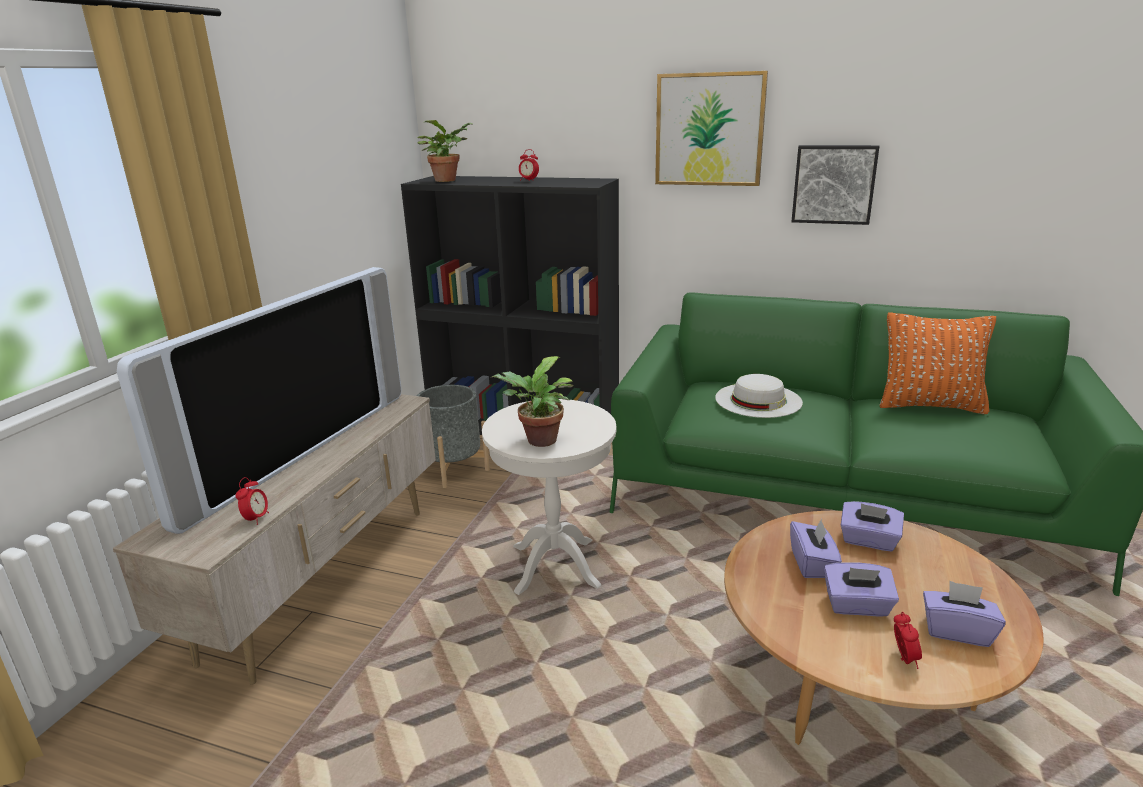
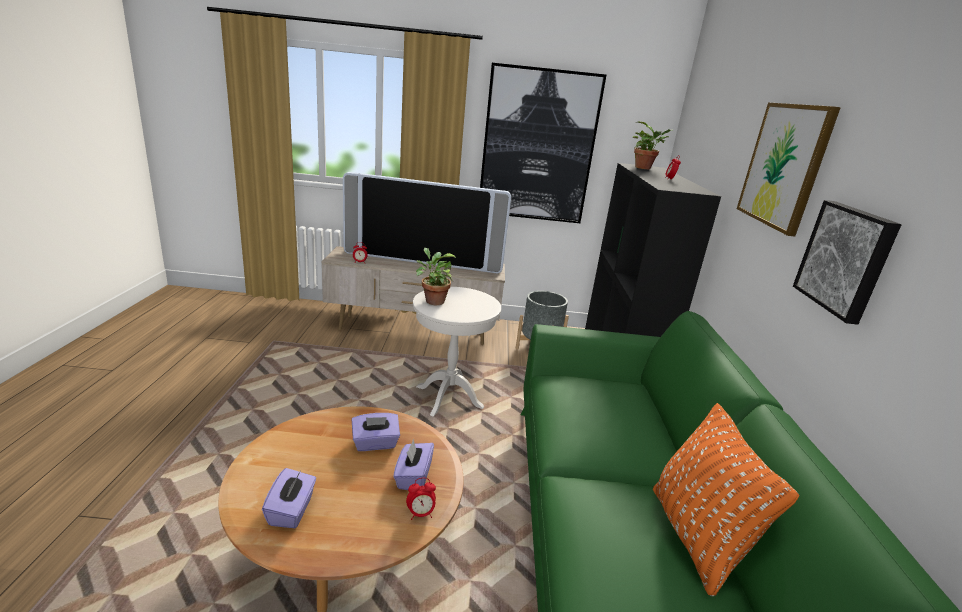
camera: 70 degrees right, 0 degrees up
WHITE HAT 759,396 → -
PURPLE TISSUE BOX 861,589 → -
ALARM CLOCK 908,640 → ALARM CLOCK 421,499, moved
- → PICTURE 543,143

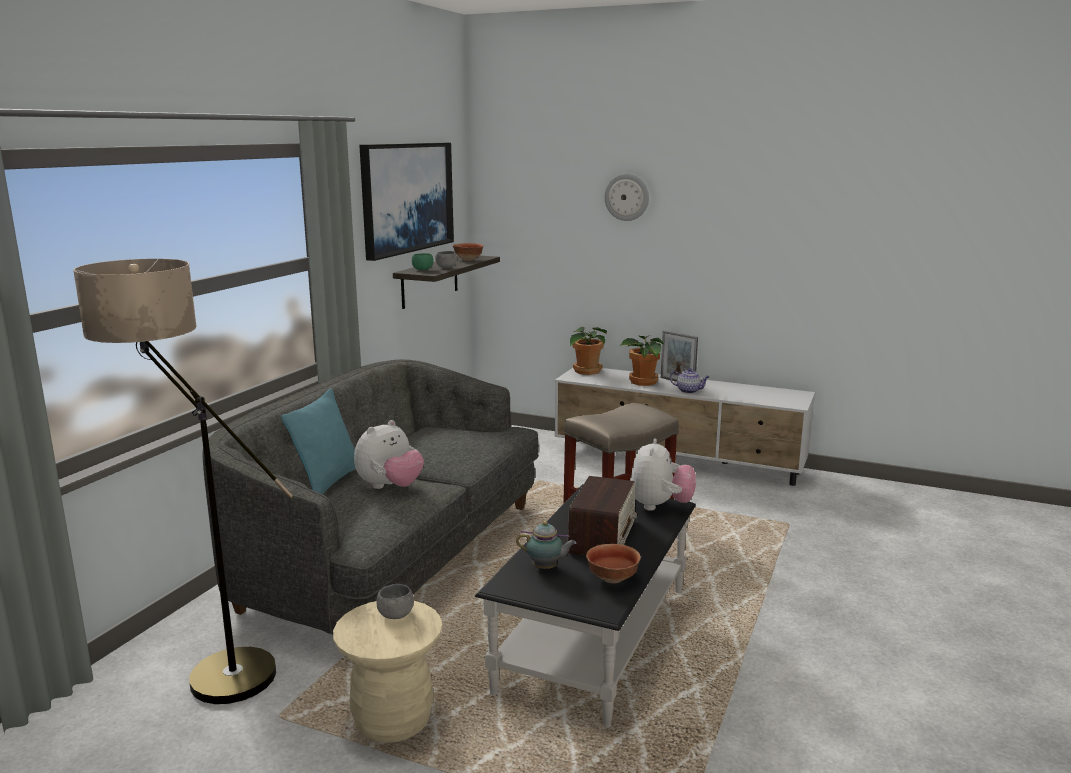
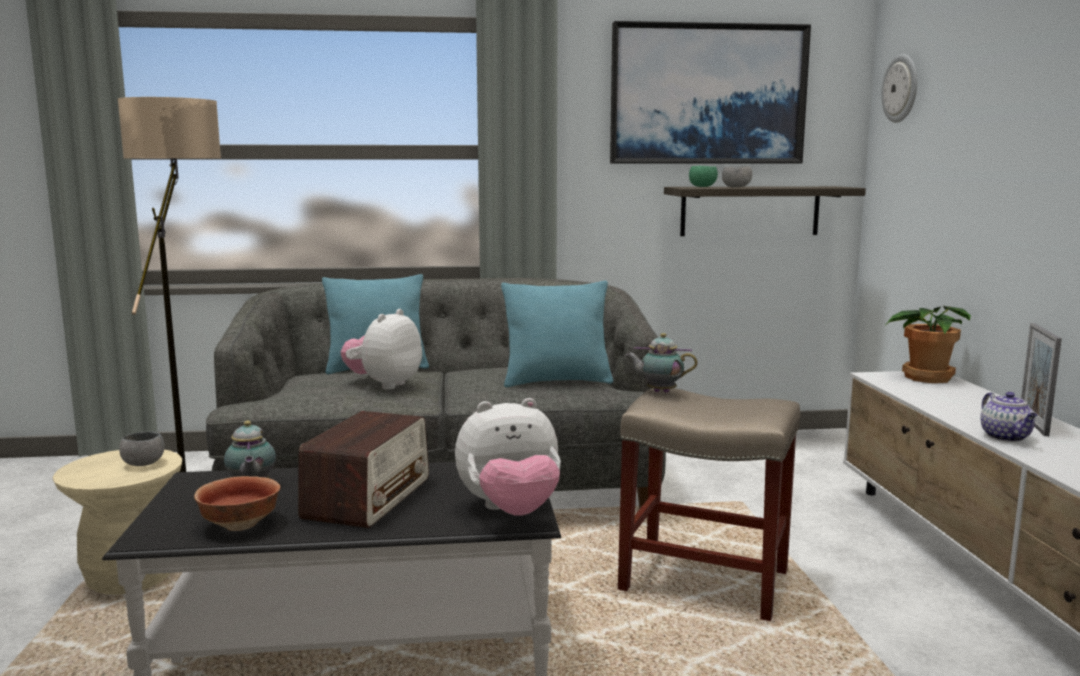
camera: 60 degrees right, 5 degrees down
WALL CLOCK 627,197 → WALL CLOCK 899,88, moved
BOWL 468,252 → -
POTTED PLANT 642,360 → -
PLUSH TOY 389,454 → PLUSH TOY 381,349, 105 degrees clockwise
RADIO 602,516 → RADIO 363,469, 60 degrees counterclockwise
- → TURQUOISE PILLOW 557,334
- → TEAPOT 661,363

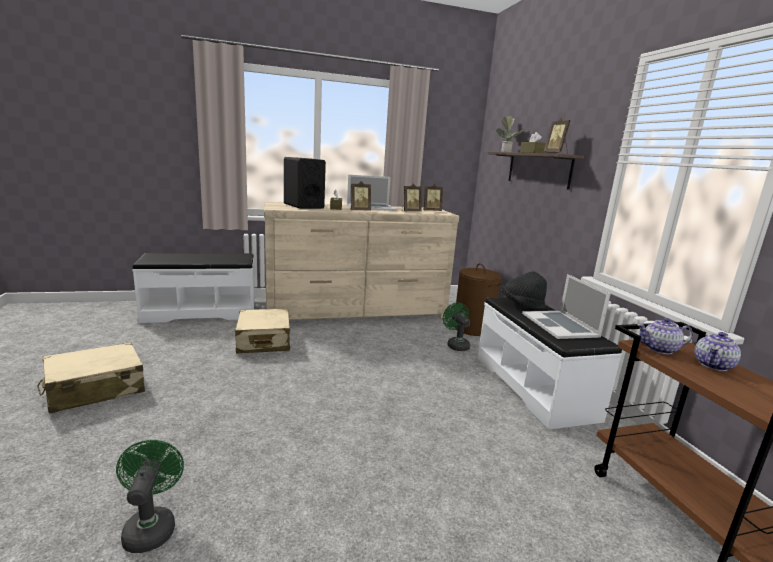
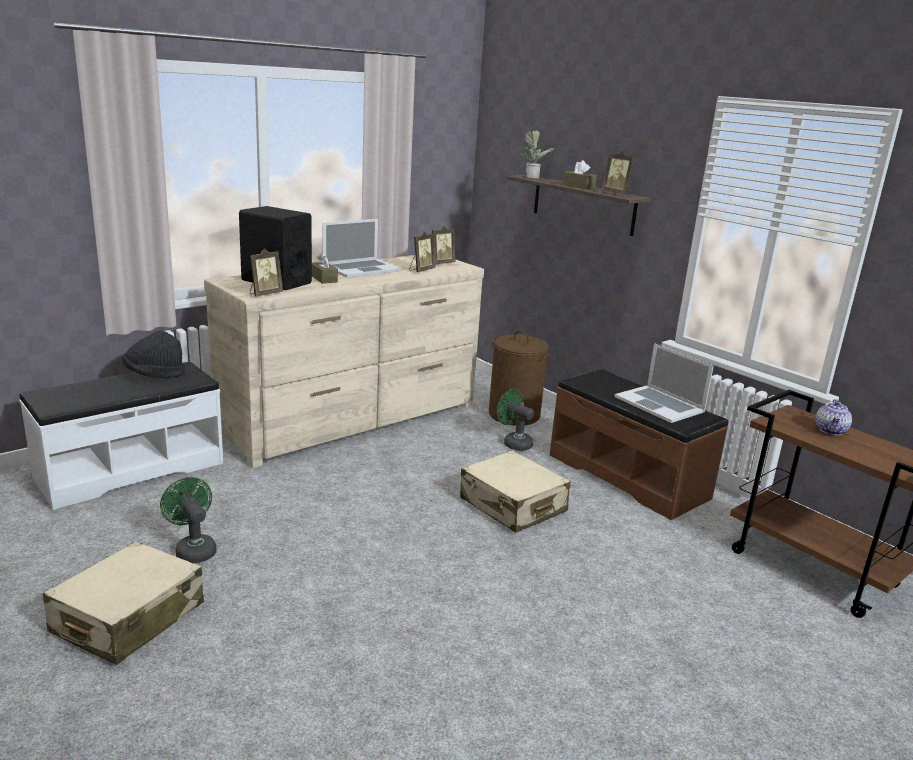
camera: 25 degrees left, 5 degrees up
PICTURE FRAME 361,195 → PICTURE FRAME 266,272, moved
BLACK HAT 524,290 → BLACK HAT 153,354, moved
WHITE BENCH 549,363 → BROWN BENCH 638,444
BEIGE SUITCASE 262,330 → BEIGE SUITCASE 515,492, moved
TEAPOT 665,336 → -
GREEN FAN 150,496 → GREEN FAN 188,520, moved

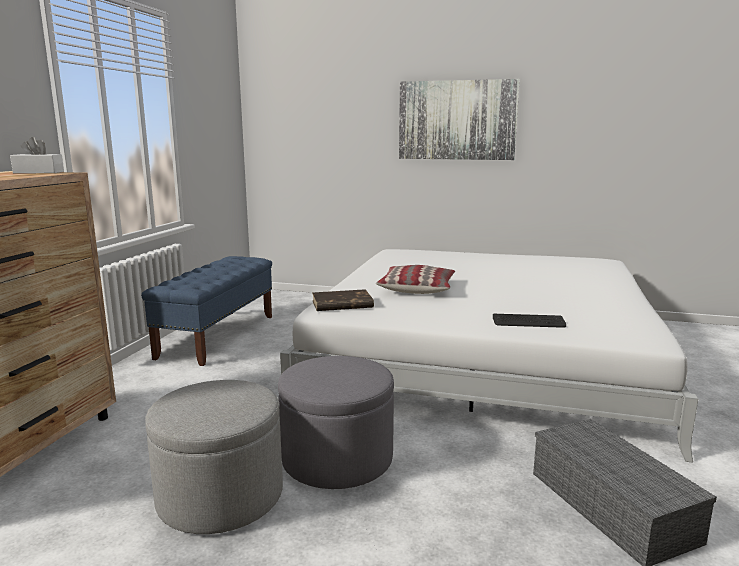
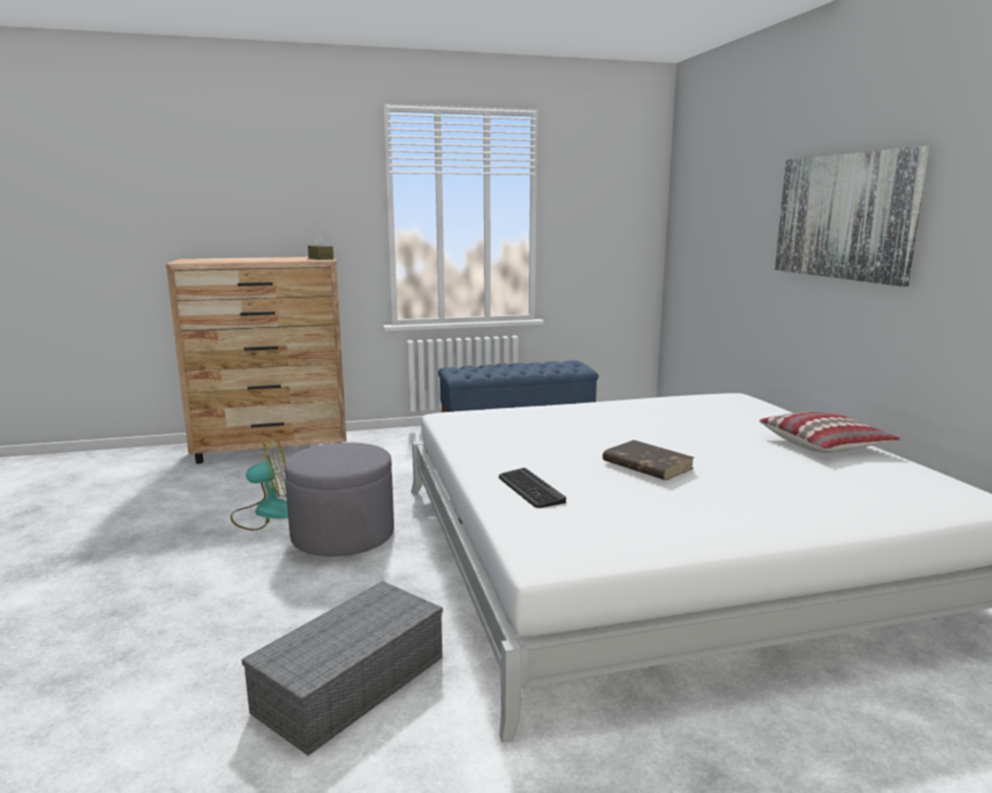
camera: 60 degrees right, 0 degrees up
WHITE TISSUE BOX 37,155 → BROWN TISSUE BOX 321,247
PILLOW 415,279 → PILLOW 829,432, moved
BROWN BOOK 343,300 → BROWN BOOK 649,460, moved
GREY OTTOMAN 214,457 → FAN 259,483

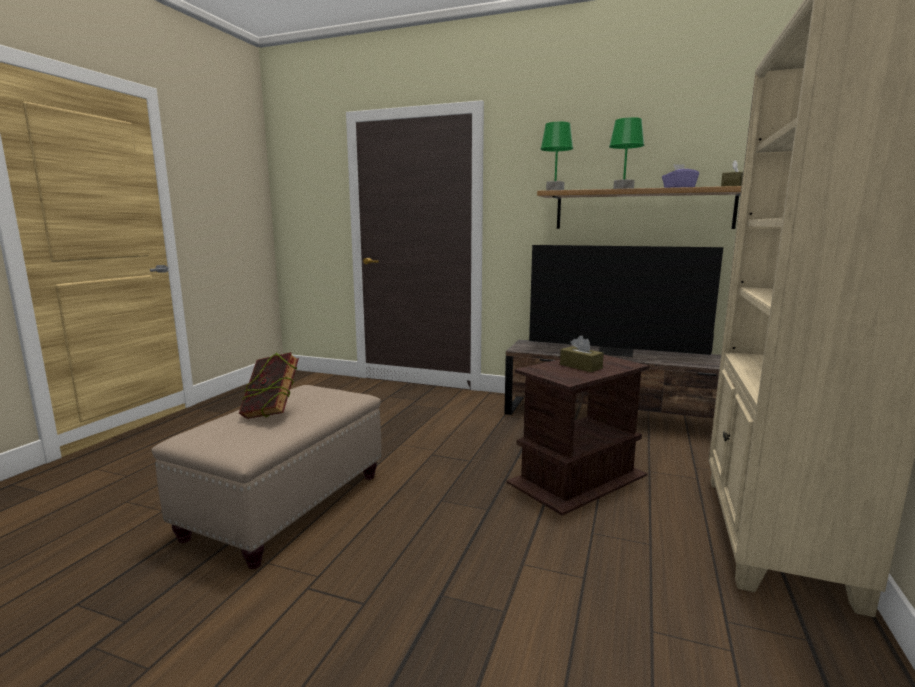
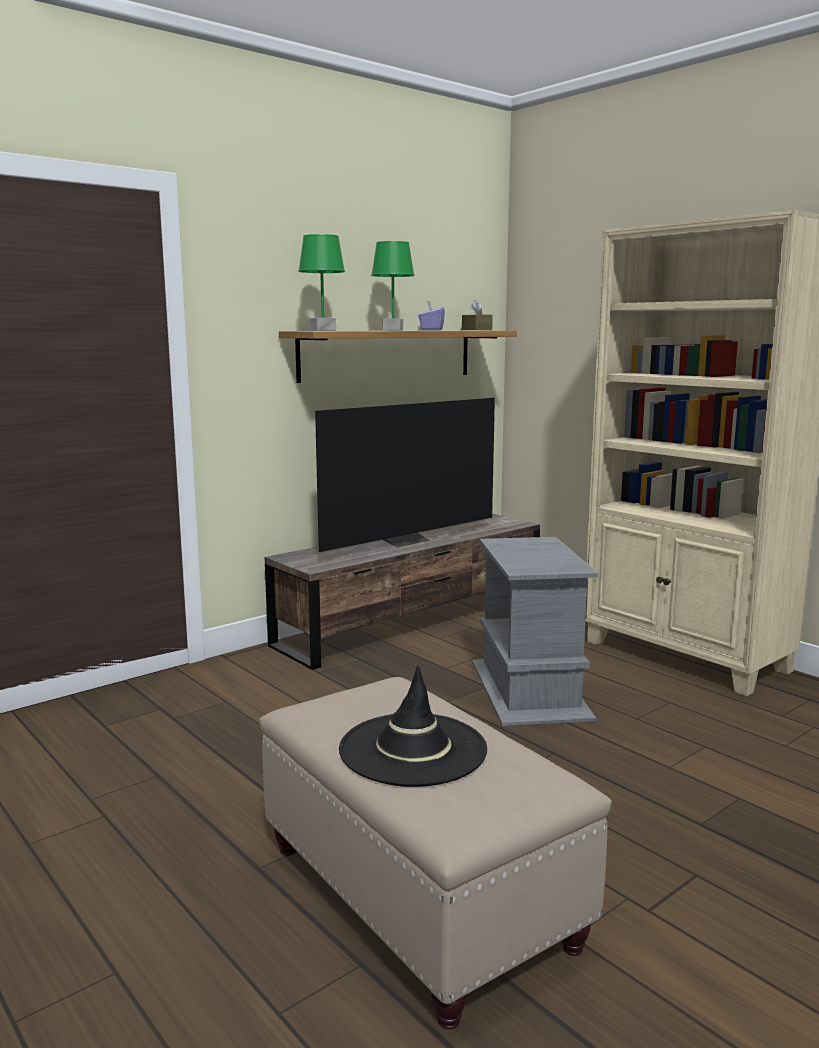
camera: 60 degrees left, 0 degrees up
BROWN TISSUE BOX 582,353 → -
BOOK 269,385 → BLACK HAT 413,726
BROWN SIDE TABLE 577,435 → GREY SIDE TABLE 535,631

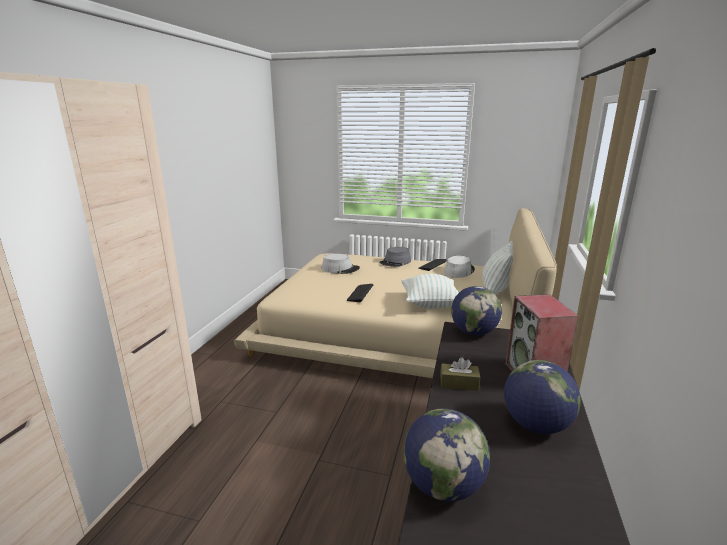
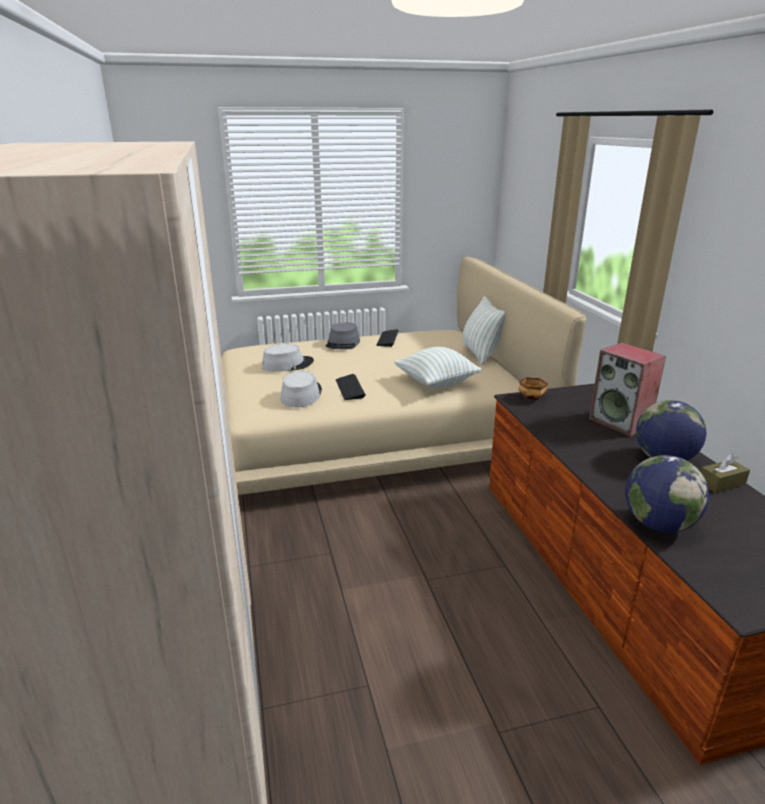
camera: 30 degrees left, 5 degrees up
GREY HAT 459,267 → GREY HAT 301,389, moved
GLOBE 476,311 → BOWL 533,388
BROWN TISSUE BOX 460,374 → BROWN TISSUE BOX 725,473, moved

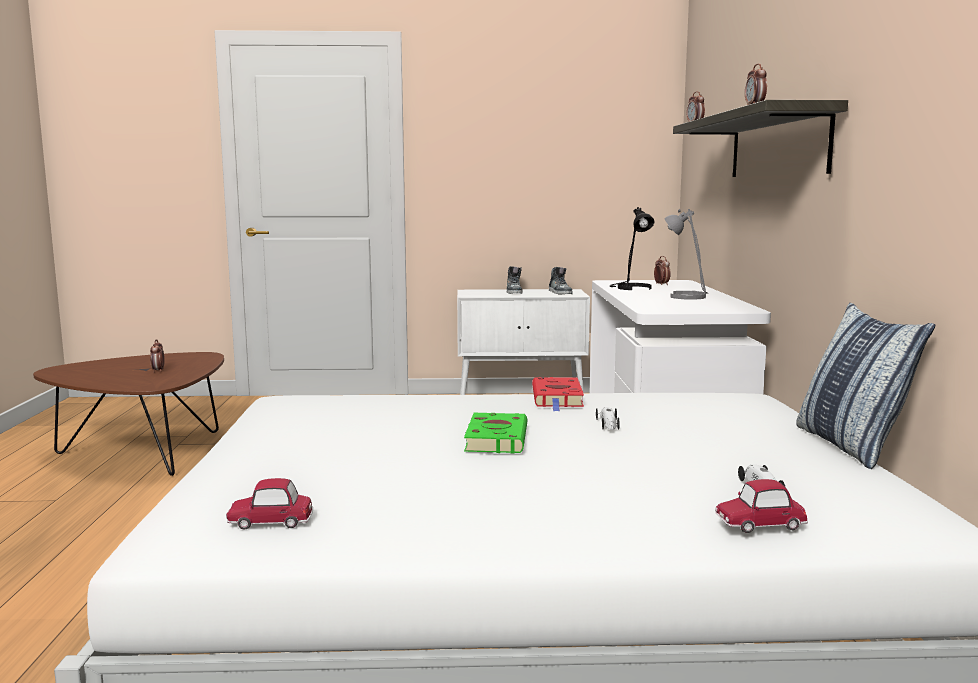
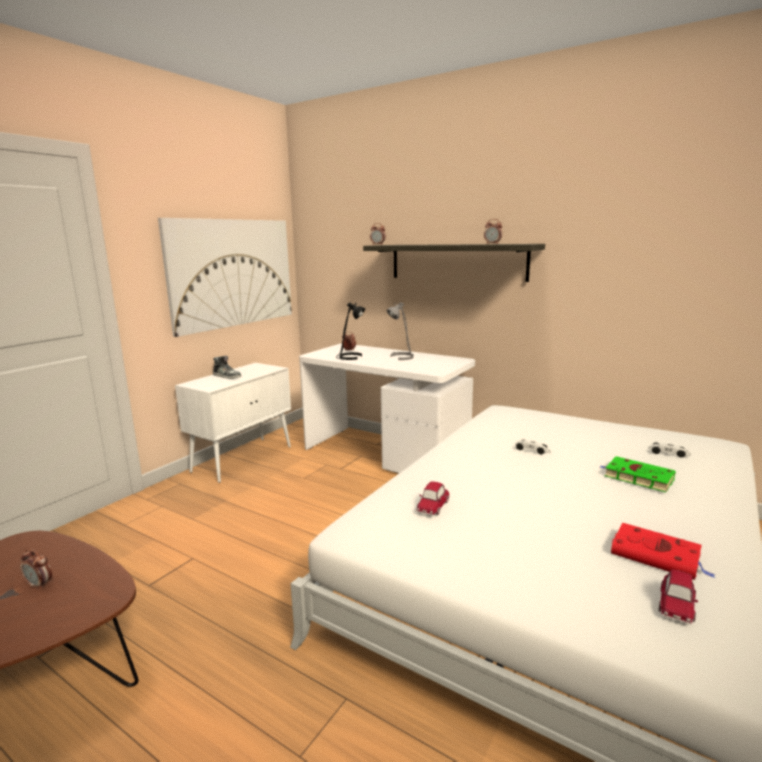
camera: 55 degrees left, 5 degrees up
SHOE 560,281 → -
PILLOW 866,386 → -
RED BOOK 558,394 → RED BOOK 663,551, moved
GREEN BOOK 495,433 → GREEN BOOK 638,474, moved
TOY CAR 761,506 → TOY CAR 433,498, moved
- → PICTURE 225,277

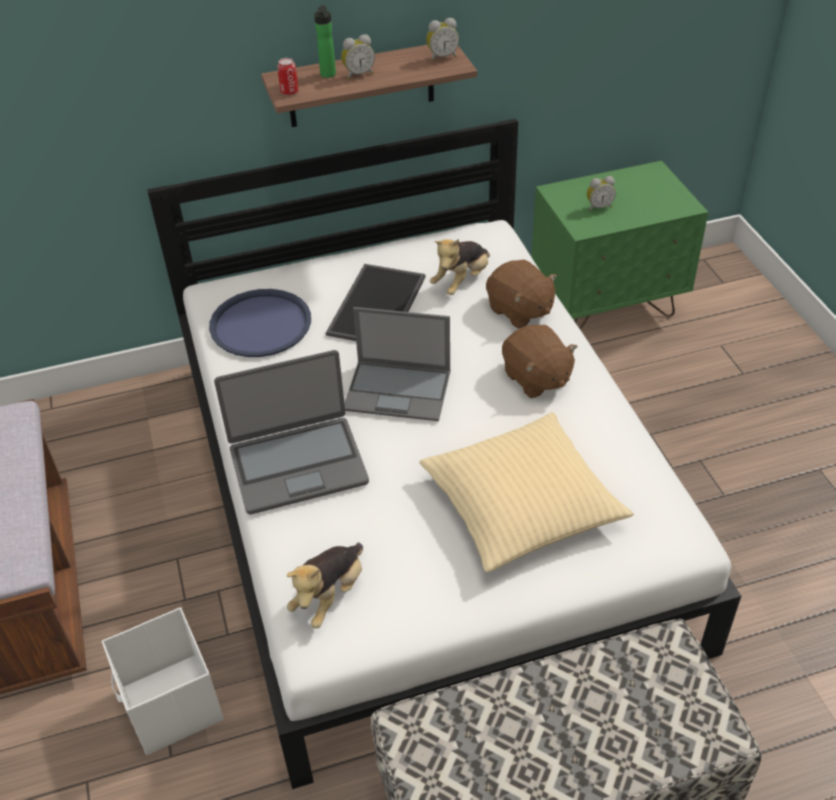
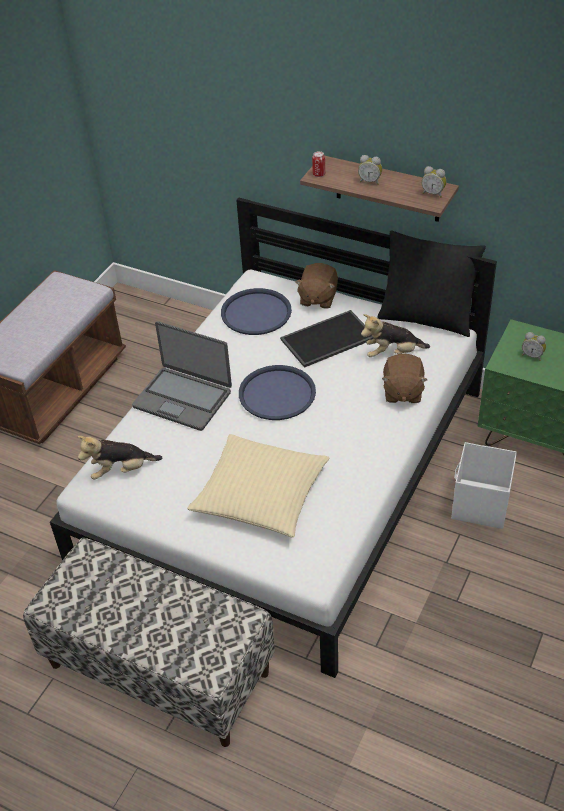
camera: 45 degrees right, 0 degrees up
BOTTLE 325,41 → -
LAPTOP 397,364 → BLUE TRAY 277,392
BROWN PLUSH TOY 540,361 → BROWN PLUSH TOY 316,286, moved
WHITE STORAGE BOX 163,681 → WHITE STORAGE BOX 484,485, moved
- → BLACK PILLOW 431,284

